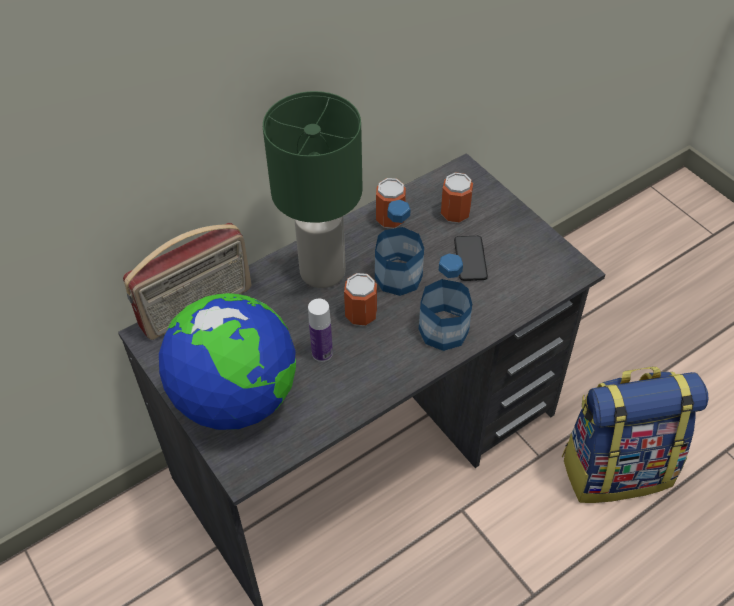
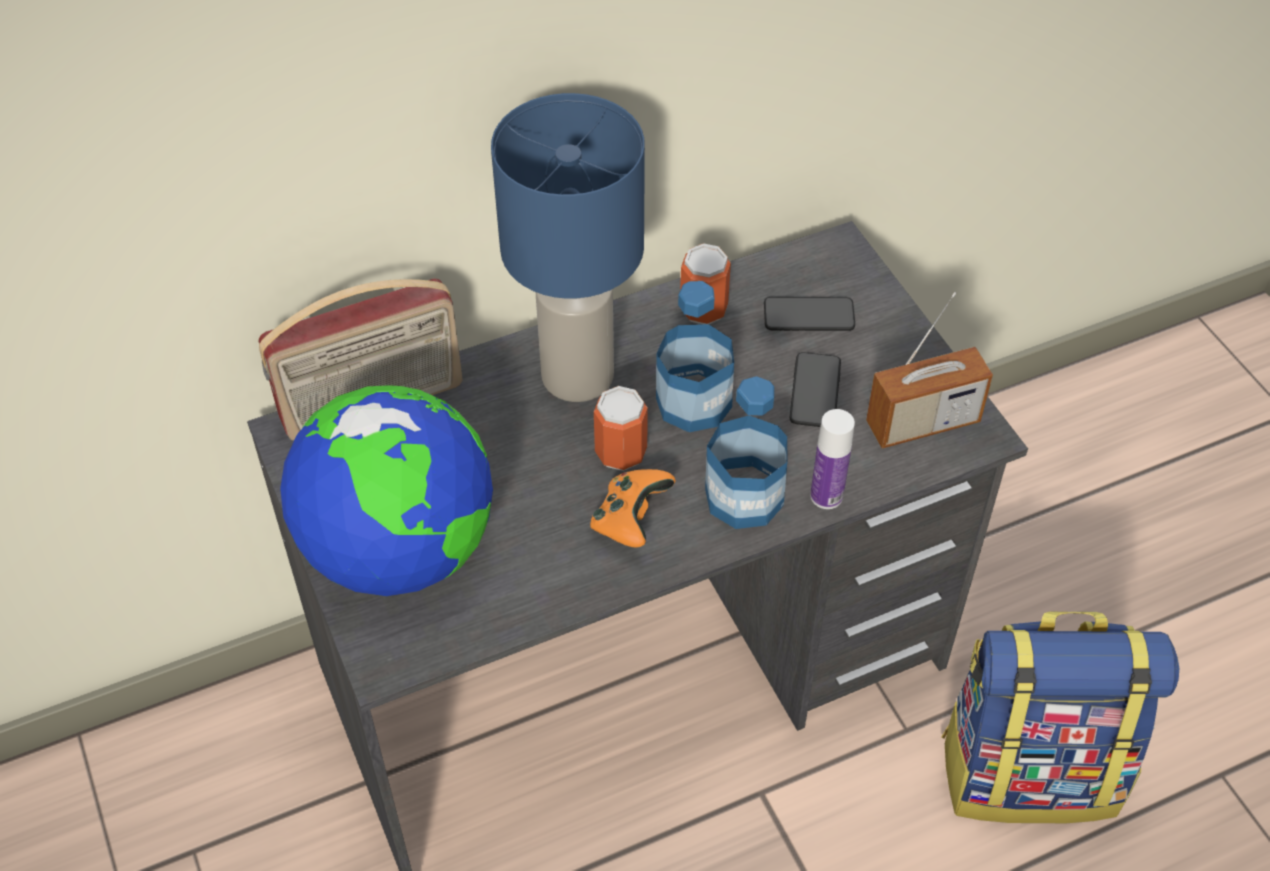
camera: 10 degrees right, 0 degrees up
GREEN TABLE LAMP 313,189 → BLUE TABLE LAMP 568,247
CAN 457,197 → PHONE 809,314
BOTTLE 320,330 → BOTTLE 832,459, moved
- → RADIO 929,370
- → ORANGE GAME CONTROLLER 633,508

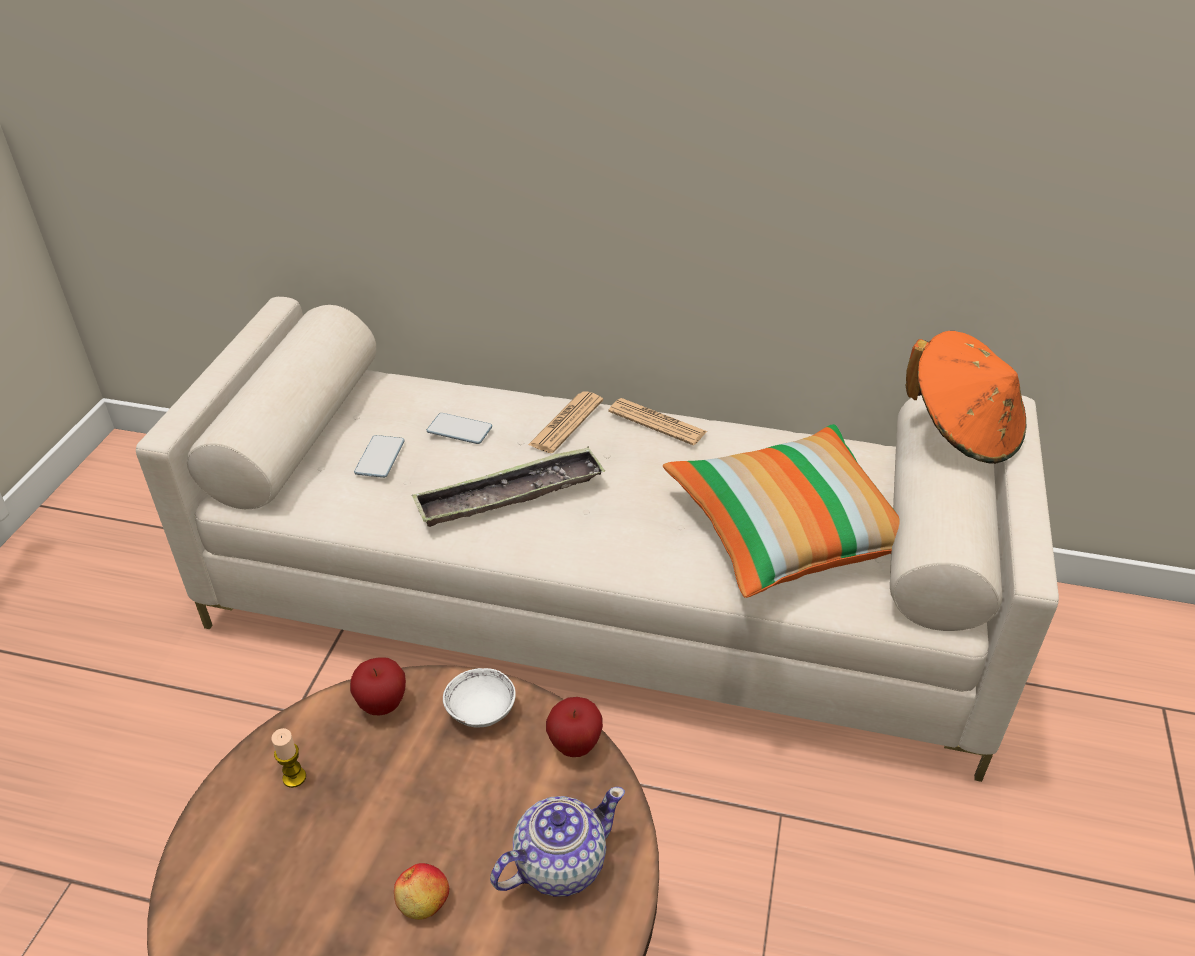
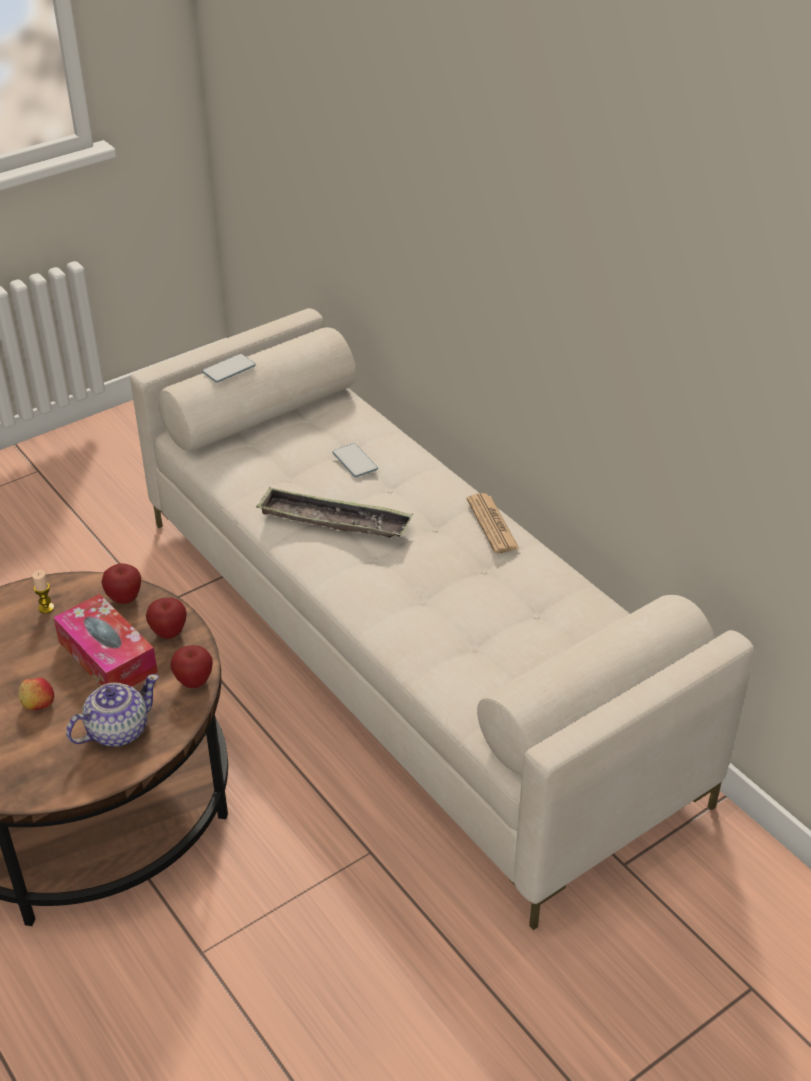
camera: 40 degrees right, 0 degrees up
ORANGE HAT 966,397 → -
NEWSPAPER 565,422 → -
PILLOW 781,511 → -
PHONE 379,456 → PHONE 229,368, moved
WHITE BOWL 479,698 → APPLE 166,618
TEAPOT 557,842 → TEAPOT 112,710, 45 degrees counterclockwise
- → TISSUE BOX 105,640

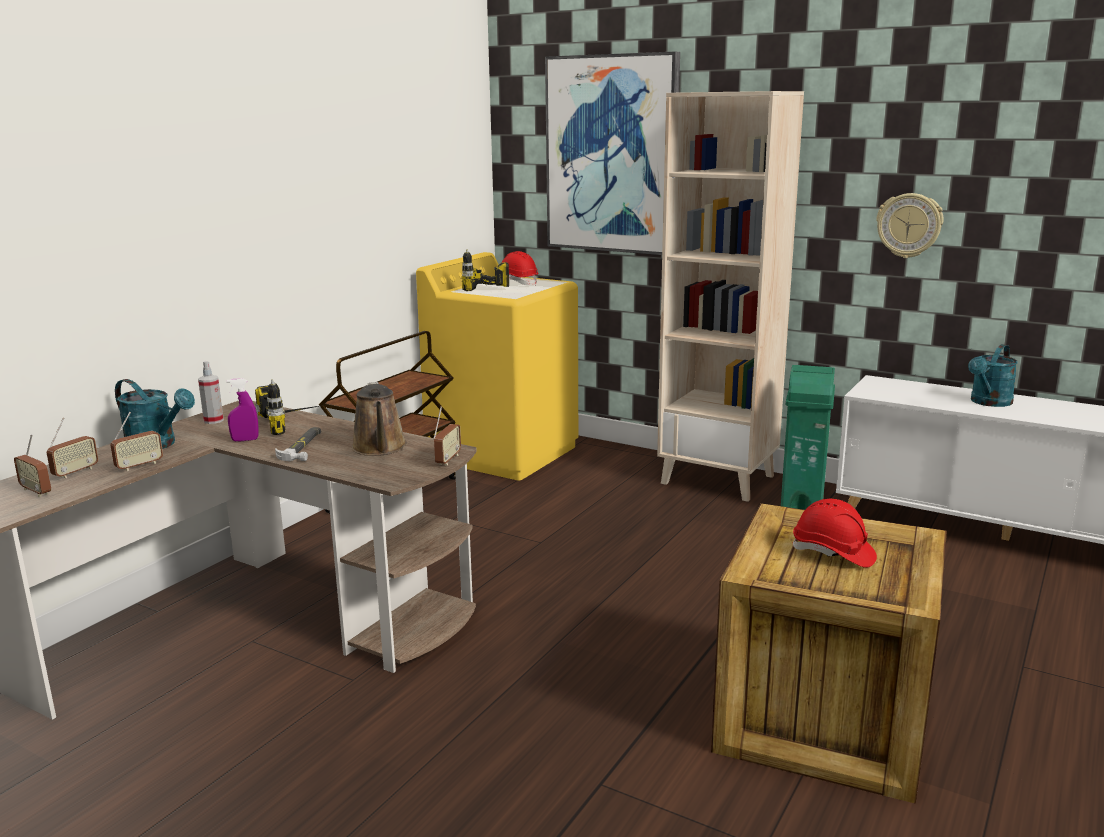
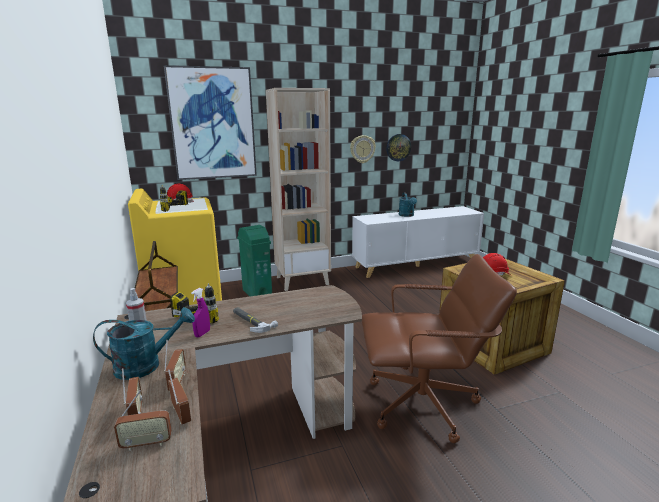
camera: 50 degrees left, 0 degrees up
GREEN TRASH CAN 808,437 → GREEN TRASH CAN 254,260, moved
BROWN WATERING CAN 379,419 → -
RADIO 447,435 → RADIO 179,396, moved
- → WALL CLOCK 398,147
- → BROWN OFFICE CHAIR 439,348

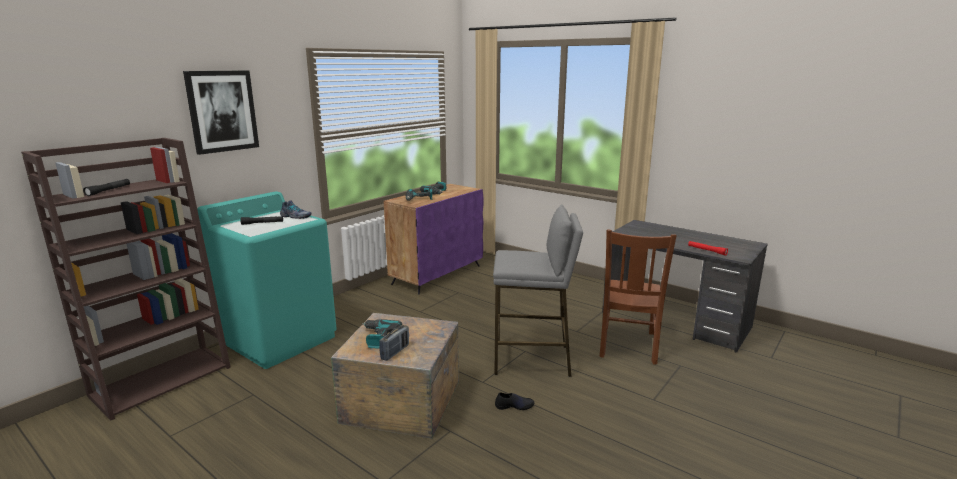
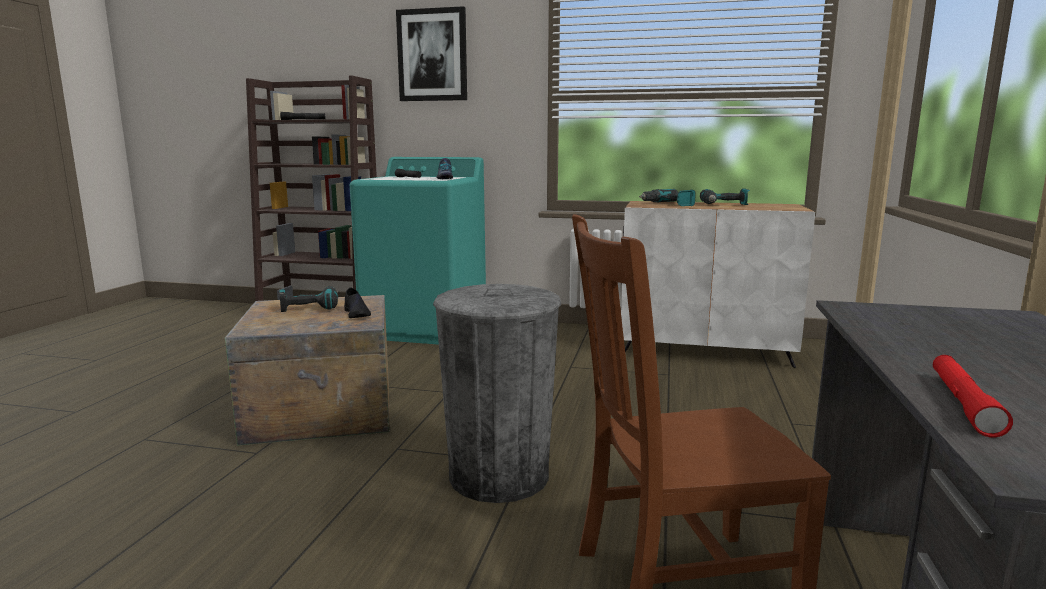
camera: 65 degrees right, 5 degrees down
PURPLE CABINET 433,239 → WHITE CABINET 718,284
GREY STOOL 538,290 → GREY TRASH CAN 497,393
RADIO 394,343 → -
BLACK SHOE 515,401 → BLACK SHOE 357,302, moved

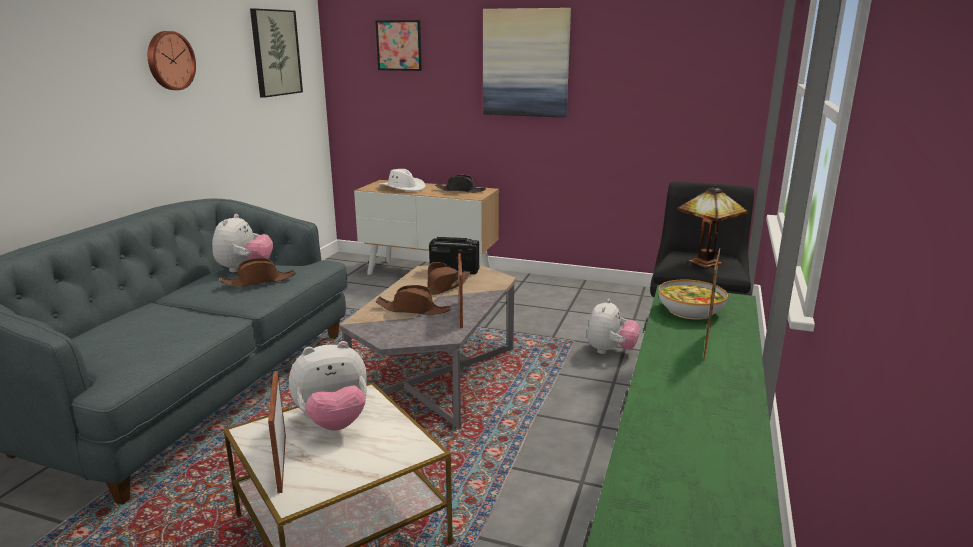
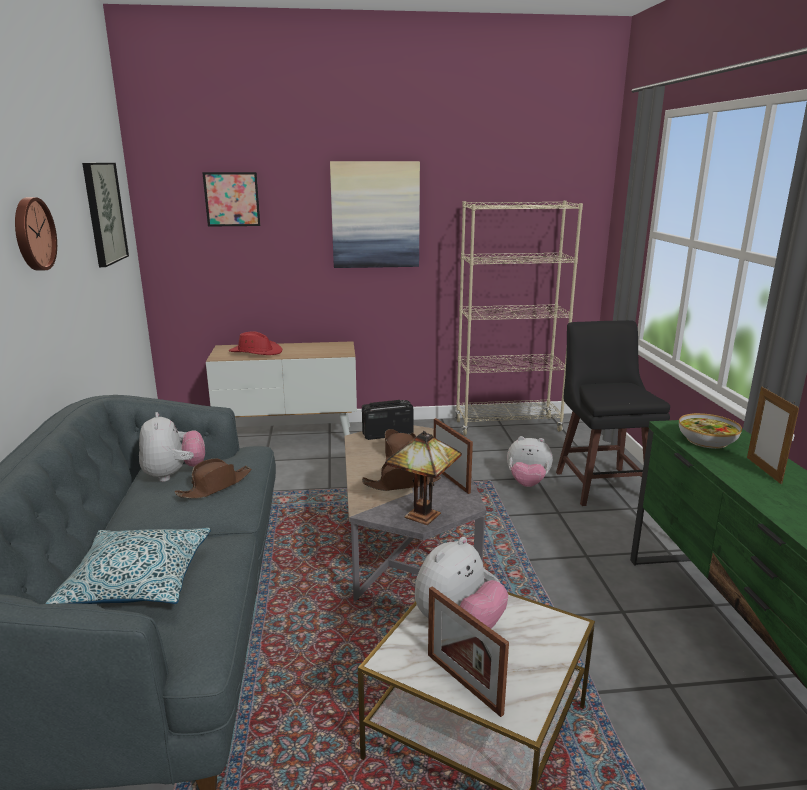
camera: 25 degrees left, 0 degrees up
WHITE HAT 402,180 → RED HAT 255,343
BLACK HAT 460,184 → -
TABLE LAMP 712,226 → TABLE LAMP 423,478, moved
PLUSH TOY 613,326 → PLUSH TOY 530,461, 105 degrees clockwise
- → BEIGE BOOKCASE 519,318
- → PILLOW 128,566

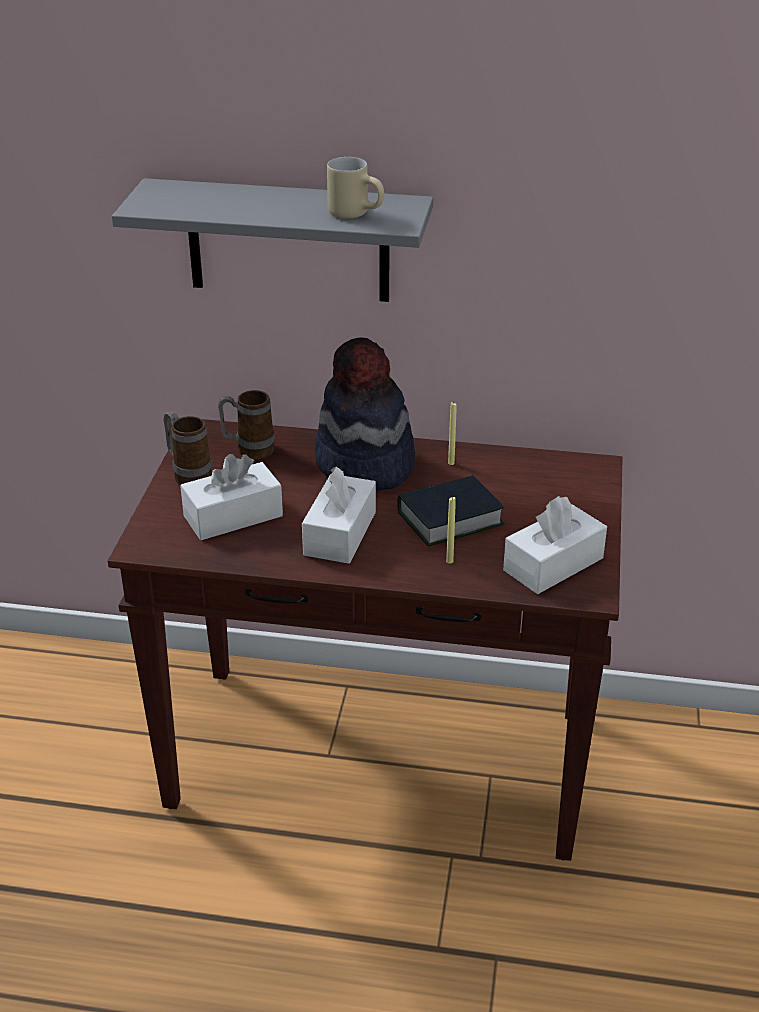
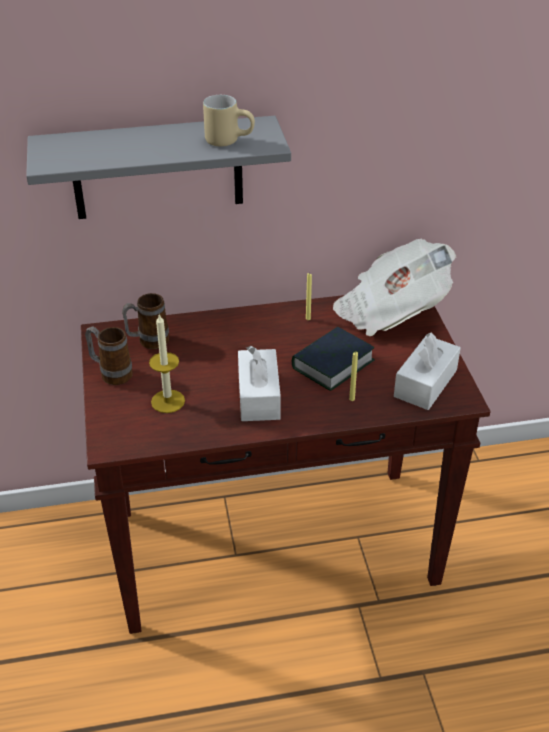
camera: 20 degrees left, 5 degrees up
HAT 365,414 → -
WHITE TISSUE BOX 231,497 → CANDLE 167,363
- → NEWSPAPER 395,287

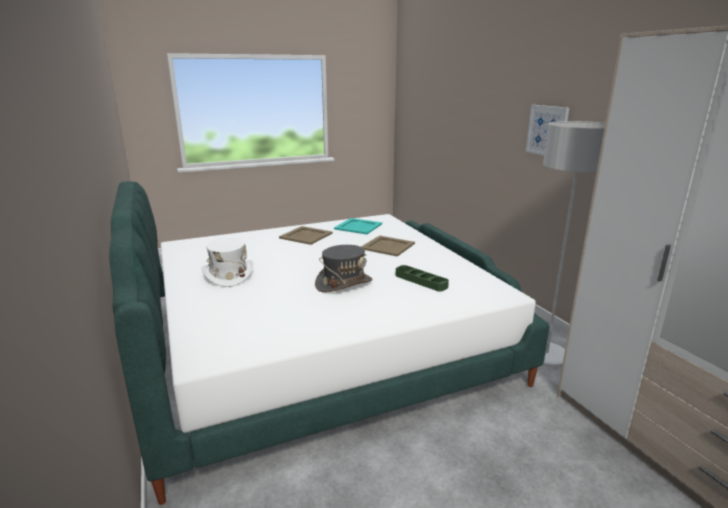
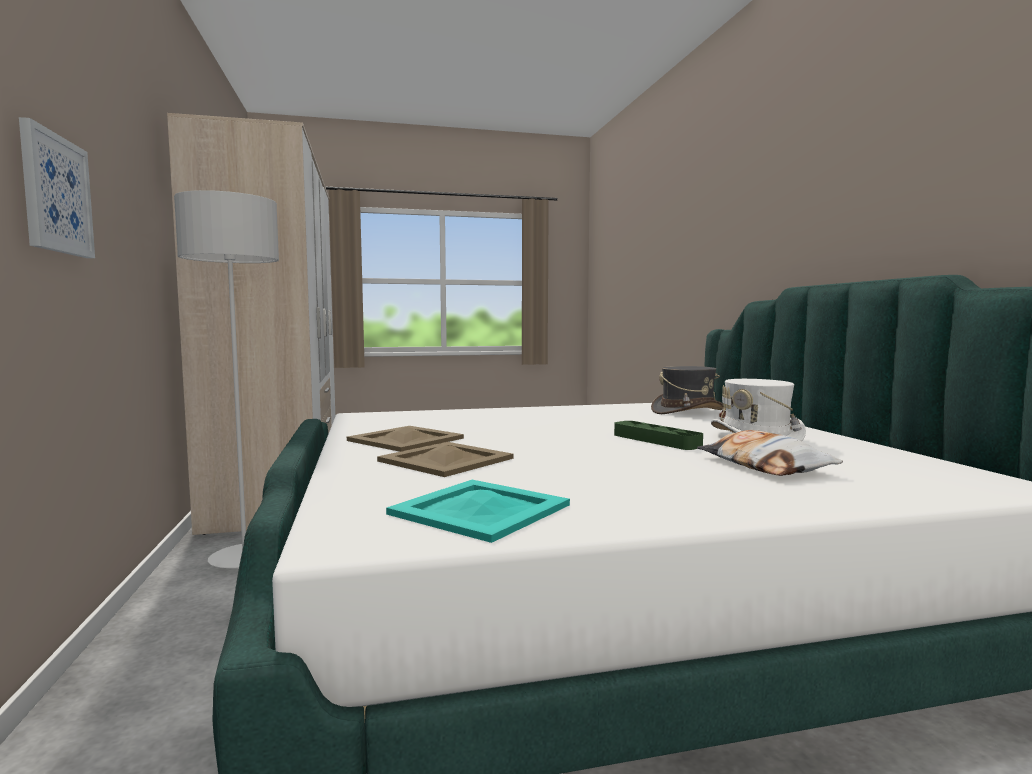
camera: 170 degrees left, 15 degrees down
BEIGE TRAY 306,235 → BEIGE TRAY 405,439, moved
GREY HAT 344,269 → GREY HAT 687,390, moved
GREEN TRAY 422,278 → GREEN TRAY 658,435, moved
- → PILLOW 770,453

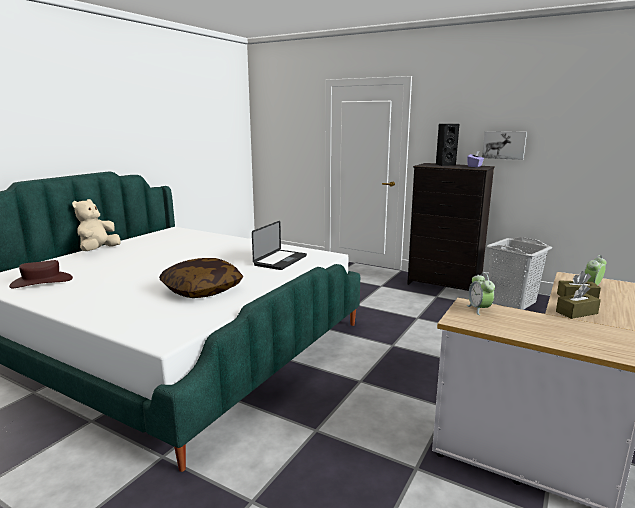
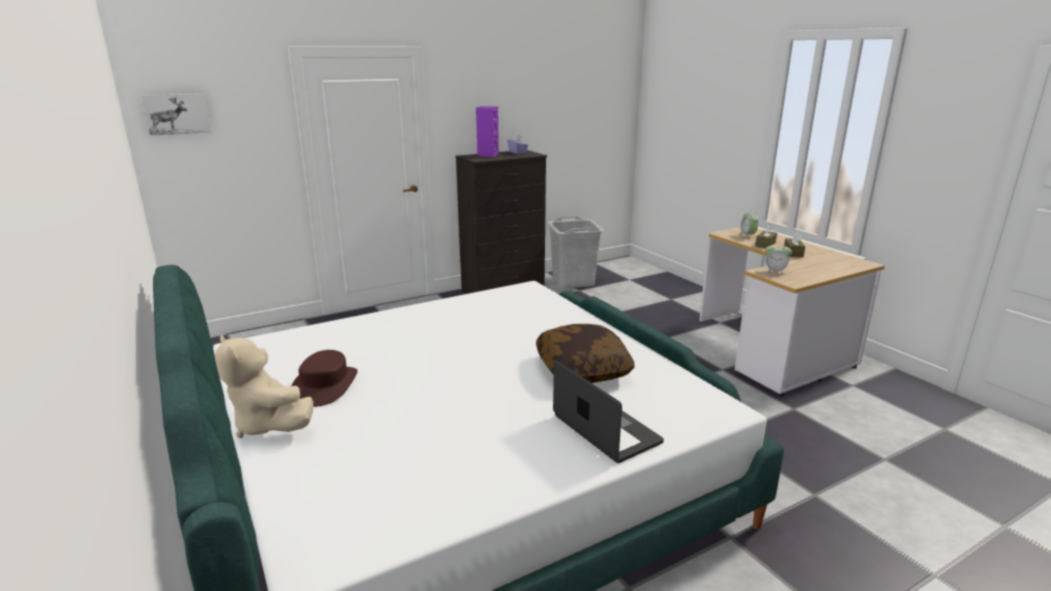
camera: 60 degrees left, 5 degrees up
BLACK SPEAKER 447,145 → PURPLE SPEAKER 487,132
PICTURE 504,145 → PICTURE 176,115, moved
LAPTOP 279,245 → LAPTOP 608,411, moved
BROWN HAT 41,274 → BROWN HAT 325,378, moved

